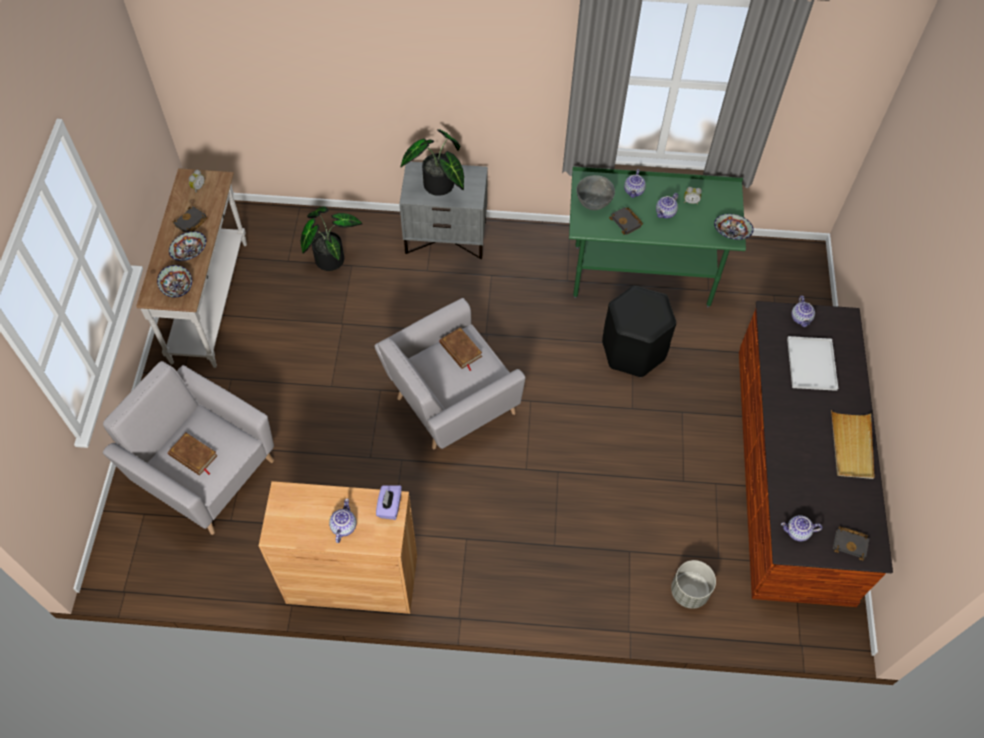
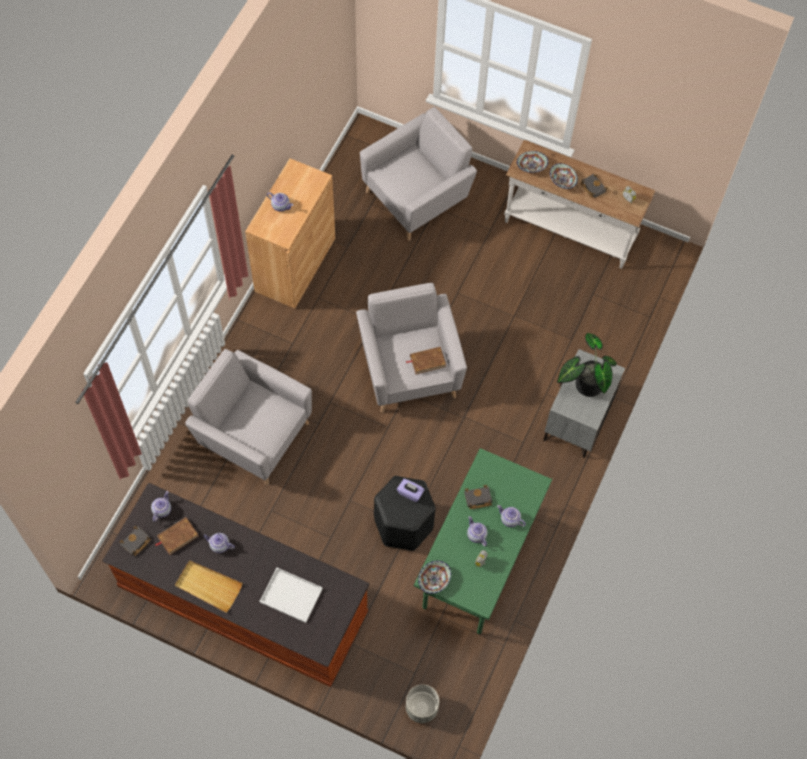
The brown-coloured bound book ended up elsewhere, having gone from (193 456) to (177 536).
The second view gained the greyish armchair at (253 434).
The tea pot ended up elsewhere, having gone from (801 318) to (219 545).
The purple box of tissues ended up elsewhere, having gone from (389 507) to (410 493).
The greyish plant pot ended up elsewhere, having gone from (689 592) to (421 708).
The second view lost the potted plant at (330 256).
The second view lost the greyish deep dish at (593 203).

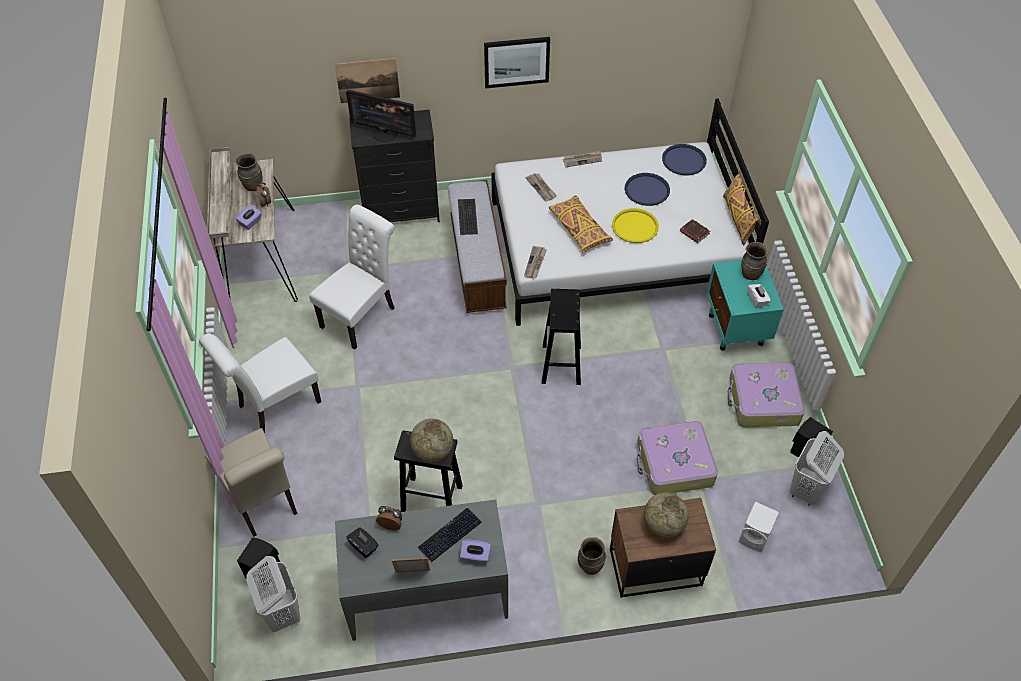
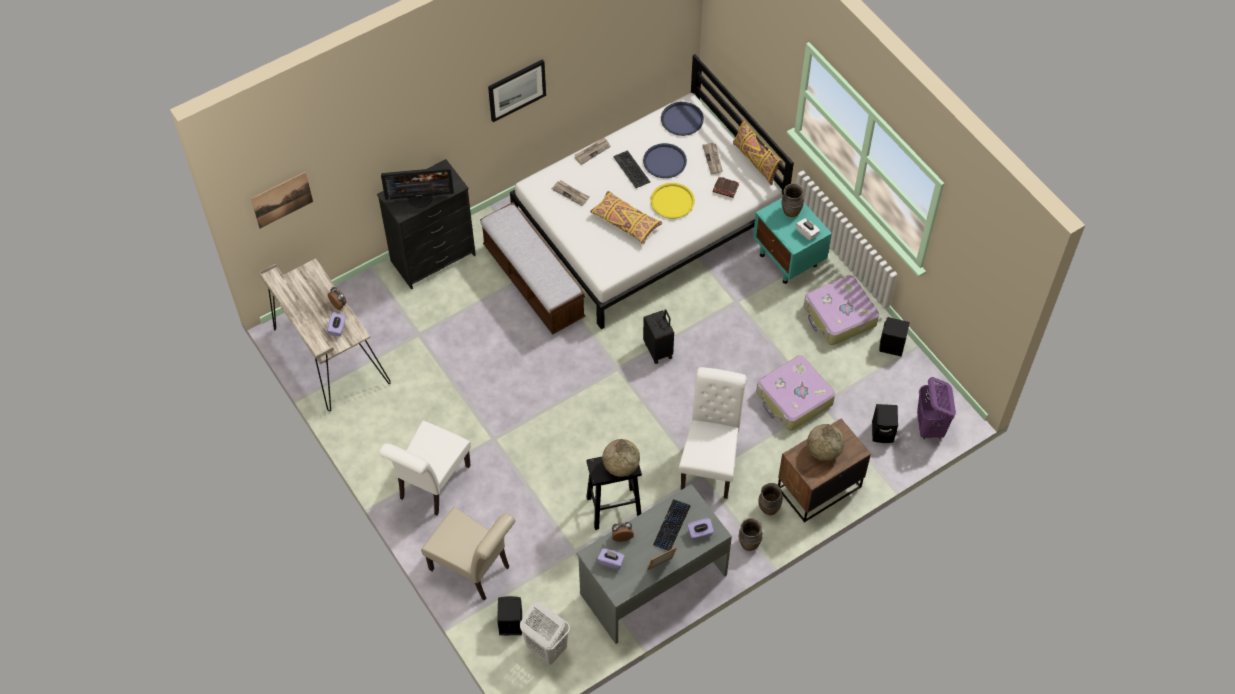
The wall picture ended up elsewhere, having gone from (367 80) to (282 199).
What was the black box of tissues at (364 546) turned into the purple box of tissues at (611 562).
The keyboard ended up elsewhere, having gone from (468 217) to (632 169).
Where the black stool seat stood at (561 365), the black suitcase came to stand at (659 350).
The white-coloured plain chair ended up elsewhere, having gone from (361 315) to (710 462).
The daily paper ended up elsewhere, having gone from (535 263) to (713 159).
The brown-coloured flower vase ended up elsewhere, having gone from (253 186) to (749 543).
What was the white-coloured audio speaker at (755 537) turned into the black audio speaker at (883 432).
The second view gained the purple hamper at (930 427).
The second view lost the white-coloured hamper at (806 489).

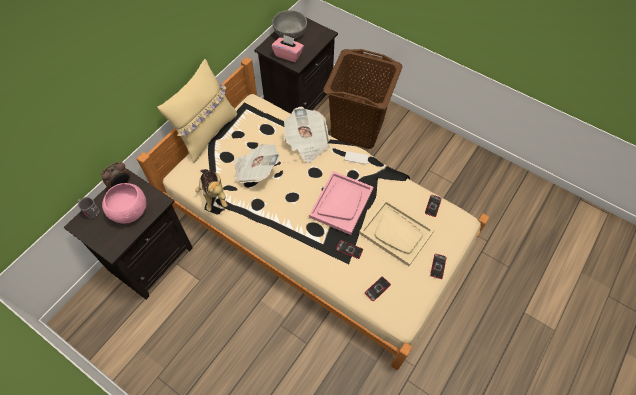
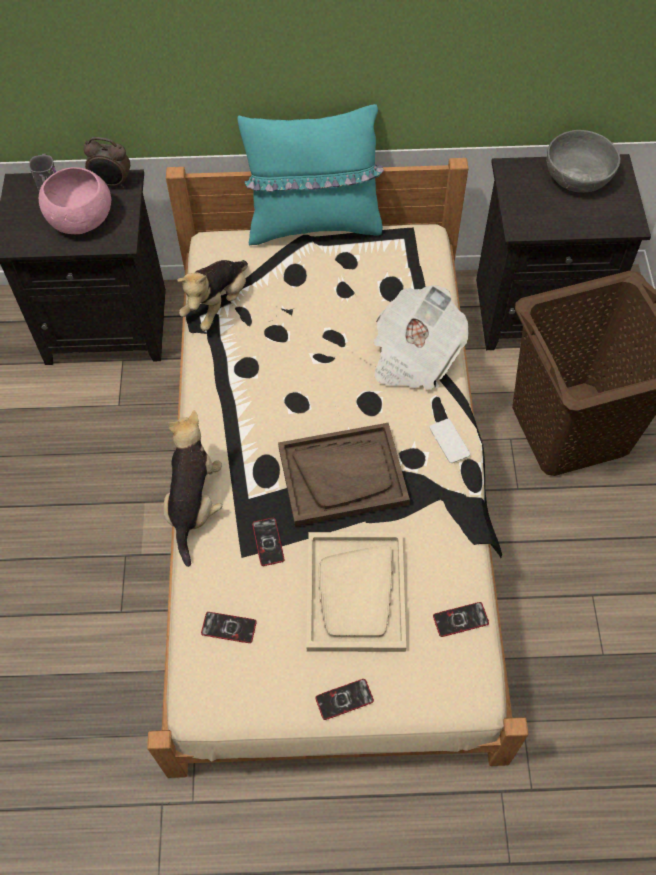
The second view gained the soft toy at (194 504).
What was the beige-coloured throw pillow at (207 133) turned into the turquoise throw pillow at (314 224).
What was the pink-coloured serving tray at (341 203) turned into the brown-coloured serving tray at (343 475).
The second view lost the daily paper at (256 170).
The second view lost the pink-coloured box of tissues at (288 55).

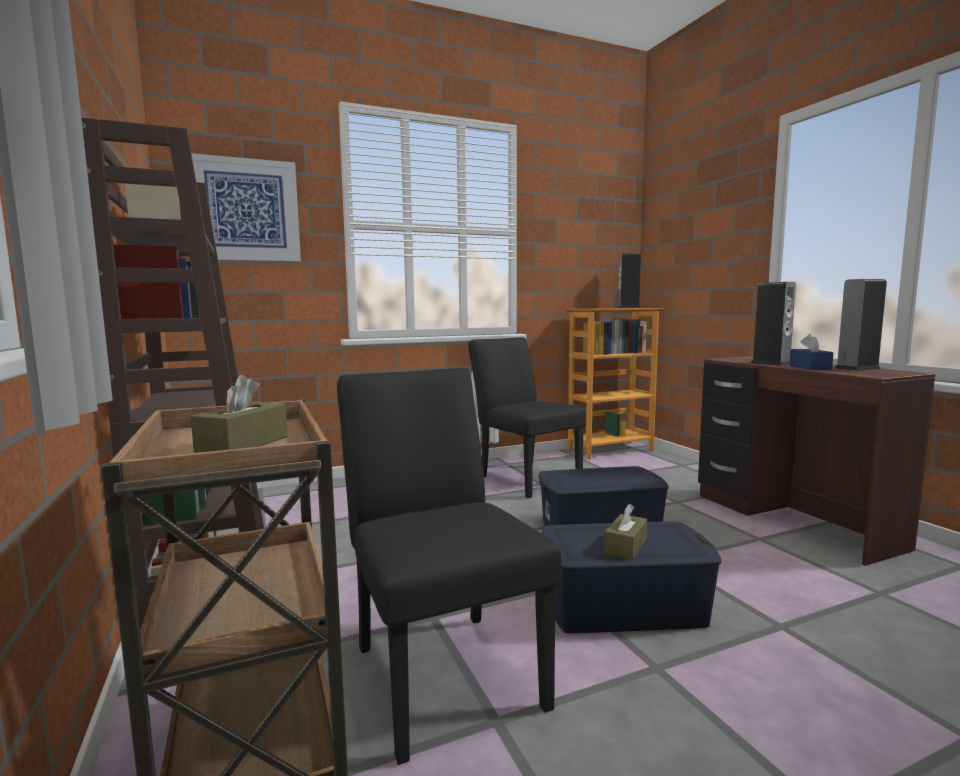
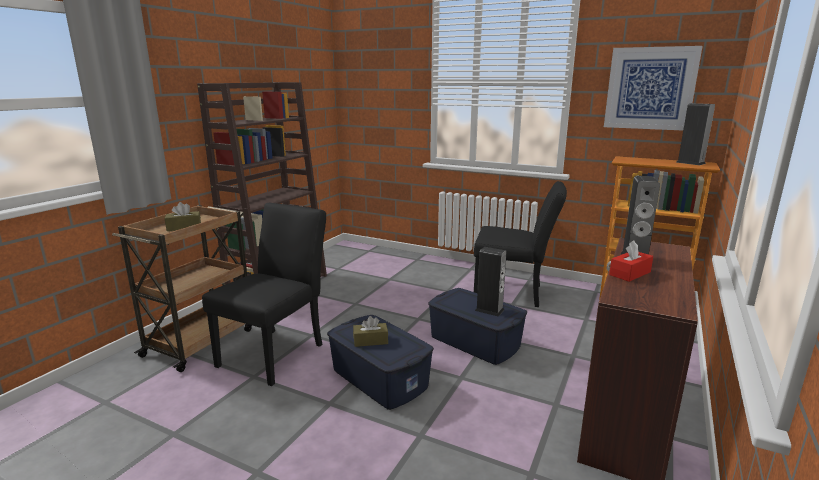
The black plain chair at (524 478) ended up facing another way, 90 degrees clockwise from before.
The audio speaker ended up elsewhere, having gone from (857 368) to (489 310).
The wall picture ended up elsewhere, having gone from (246 210) to (650 88).
What was the blue box of tissues at (809 367) turned into the red-coloured box of tissues at (630 273).

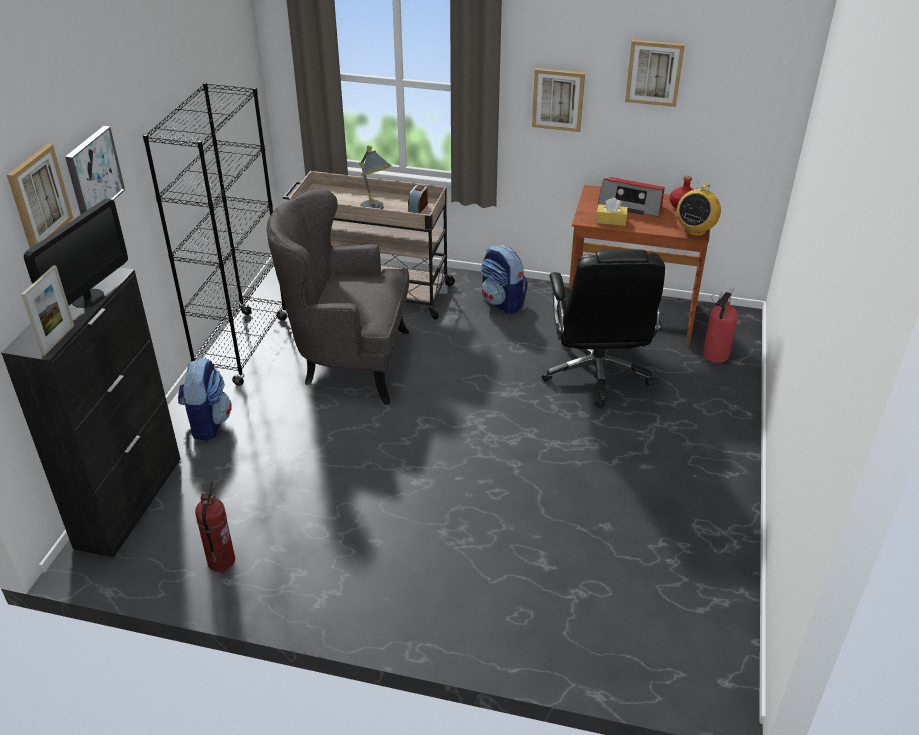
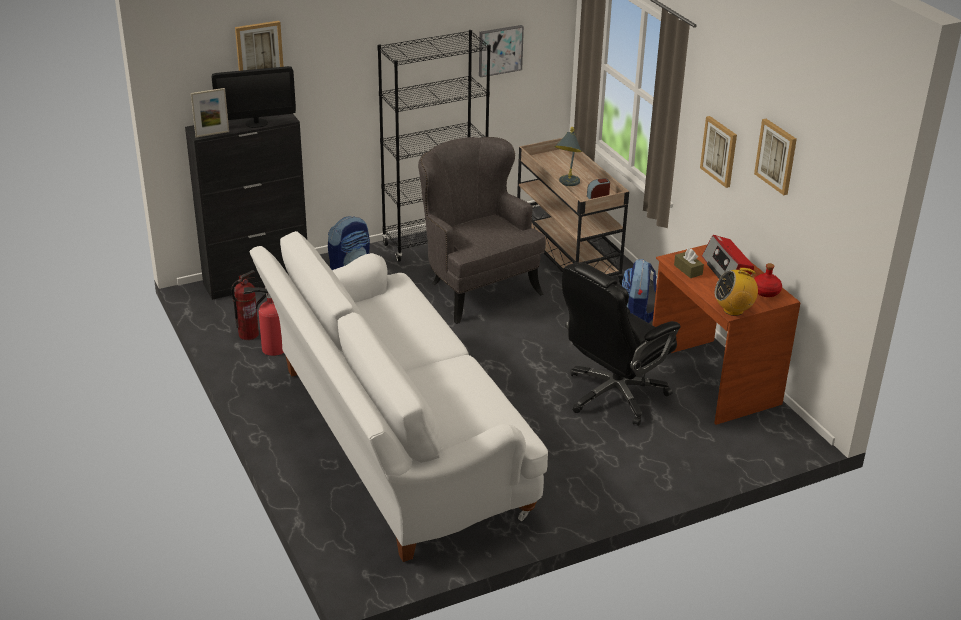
The extinguisher ended up elsewhere, having gone from (714 356) to (271 349).
The second view gained the white-coloured couch at (393 443).
The wall picture ended up elsewhere, having gone from (93 173) to (500 50).
What was the yellow-coloured box of tissues at (611 220) turned into the brown-coloured box of tissues at (688 270).

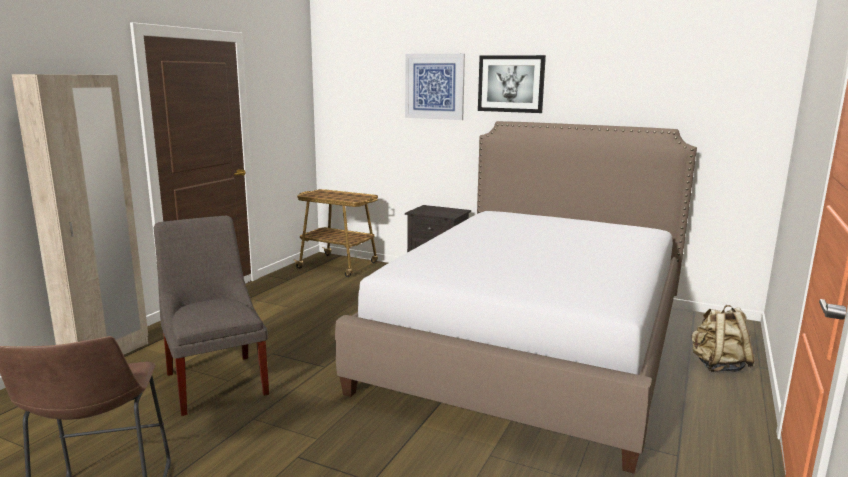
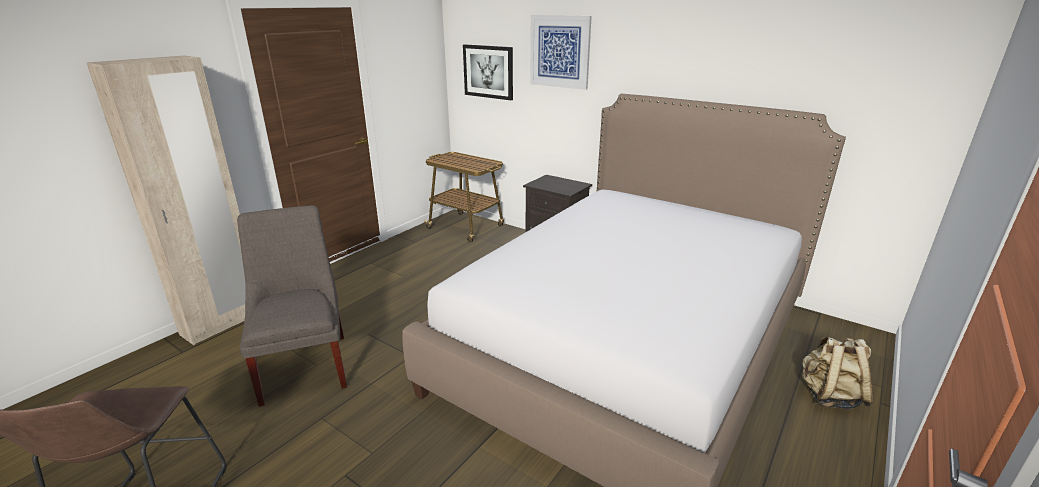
The wall picture ended up elsewhere, having gone from (511 84) to (488 71).

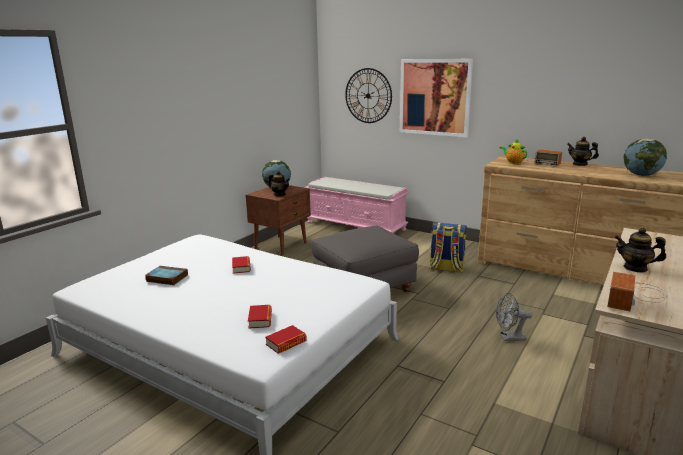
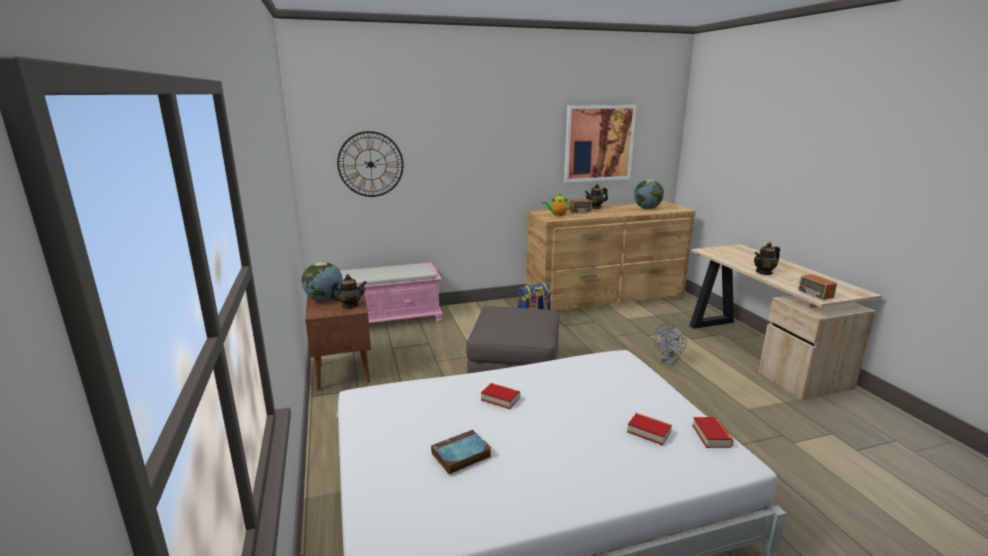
The wall picture ended up elsewhere, having gone from (434 97) to (599 143).

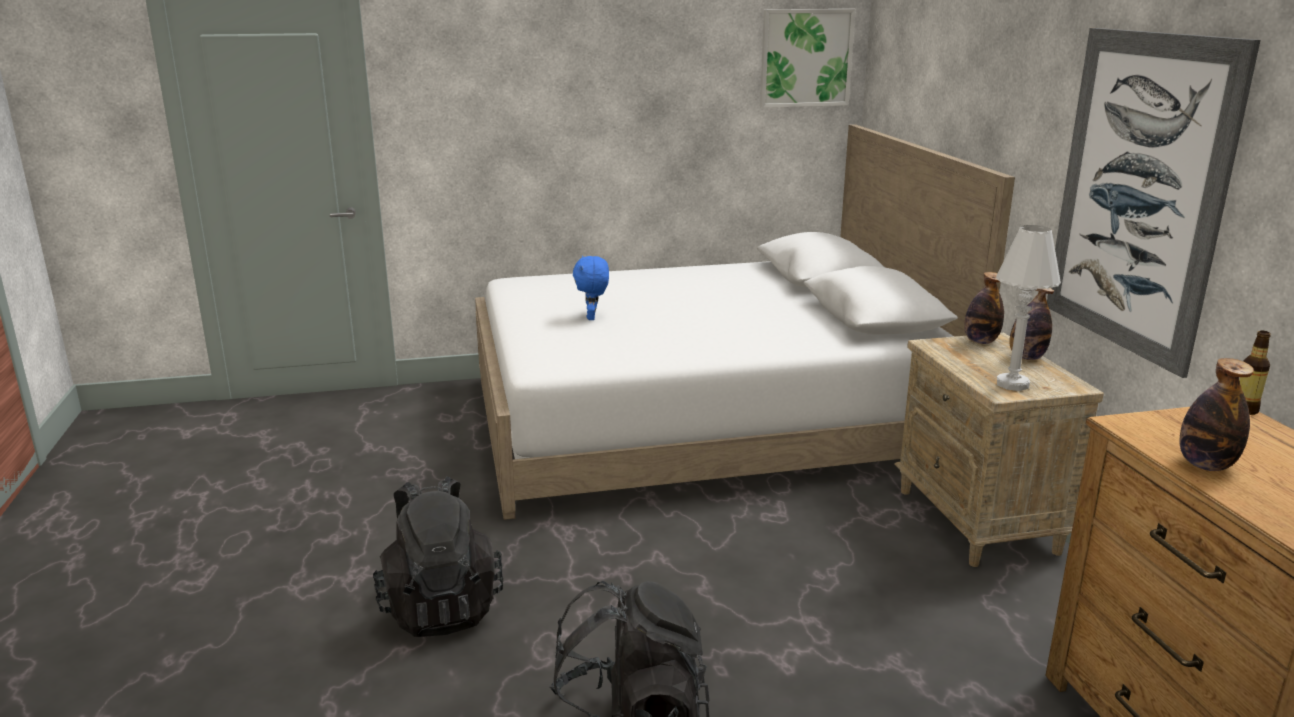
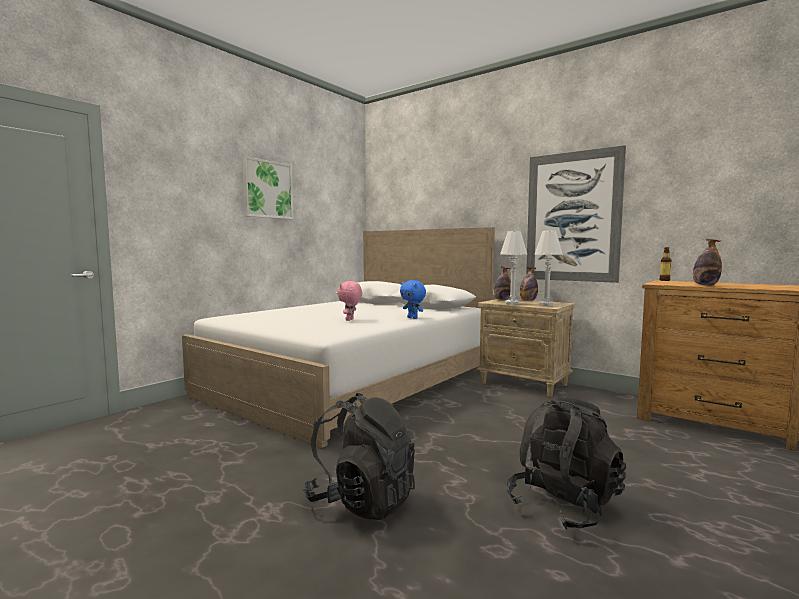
The wall picture ended up elsewhere, having gone from (806 58) to (268 189).
The second view gained the pink-coloured soft toy at (350 320).
The blue soft toy ended up elsewhere, having gone from (592 317) to (413 318).
The second view gained the white-coloured tabletop lamp at (512 303).

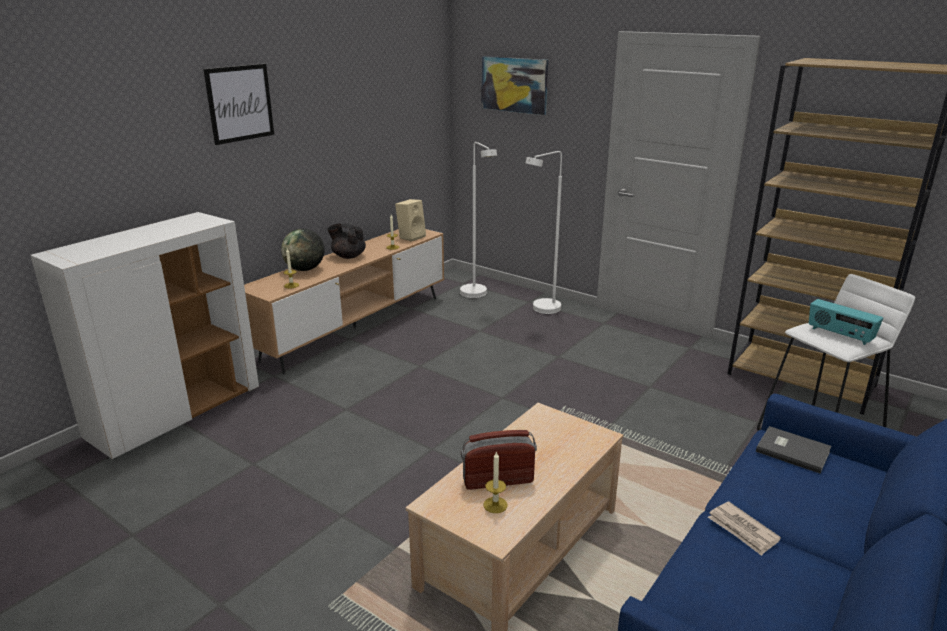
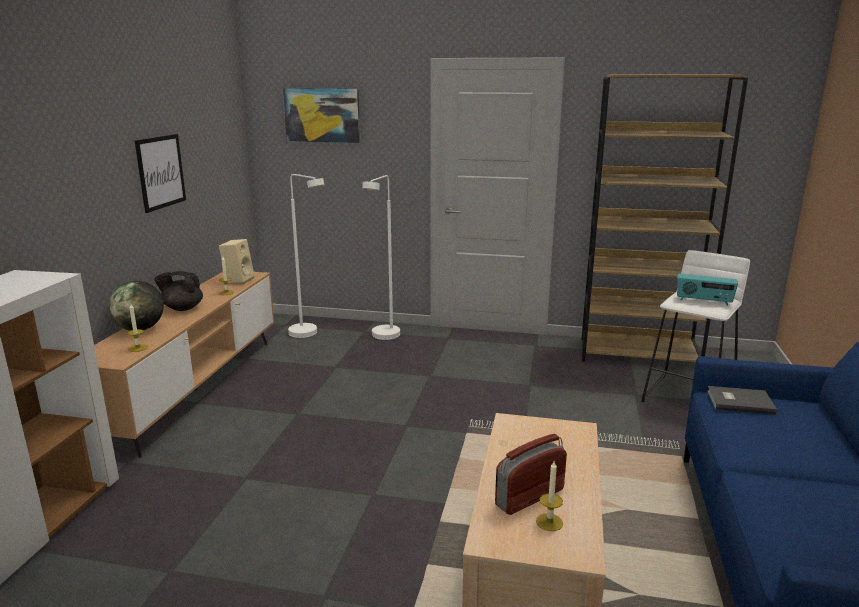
The wall picture ended up elsewhere, having gone from (240 103) to (161 172).
The second view lost the daily paper at (742 530).

